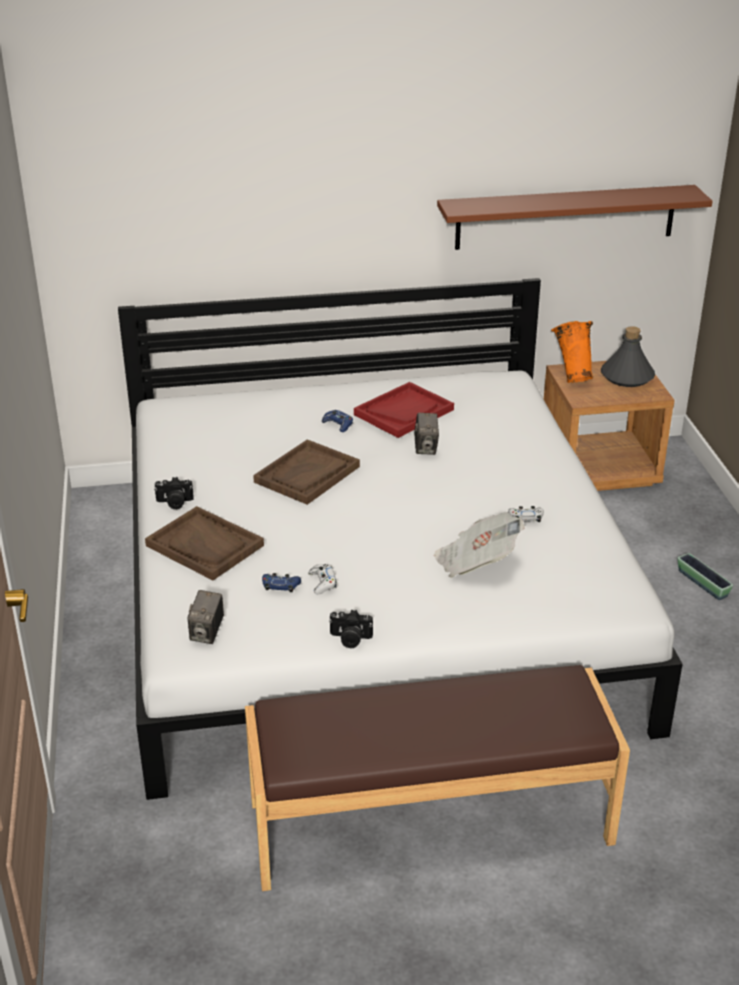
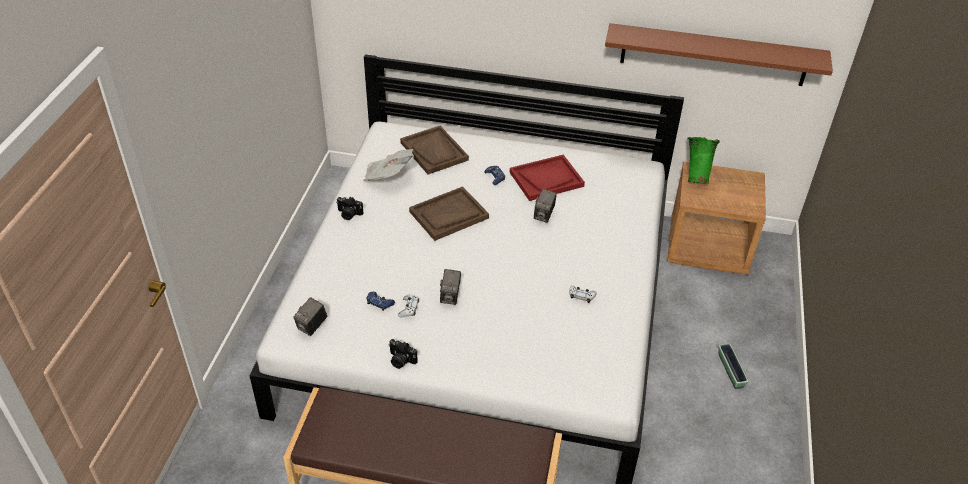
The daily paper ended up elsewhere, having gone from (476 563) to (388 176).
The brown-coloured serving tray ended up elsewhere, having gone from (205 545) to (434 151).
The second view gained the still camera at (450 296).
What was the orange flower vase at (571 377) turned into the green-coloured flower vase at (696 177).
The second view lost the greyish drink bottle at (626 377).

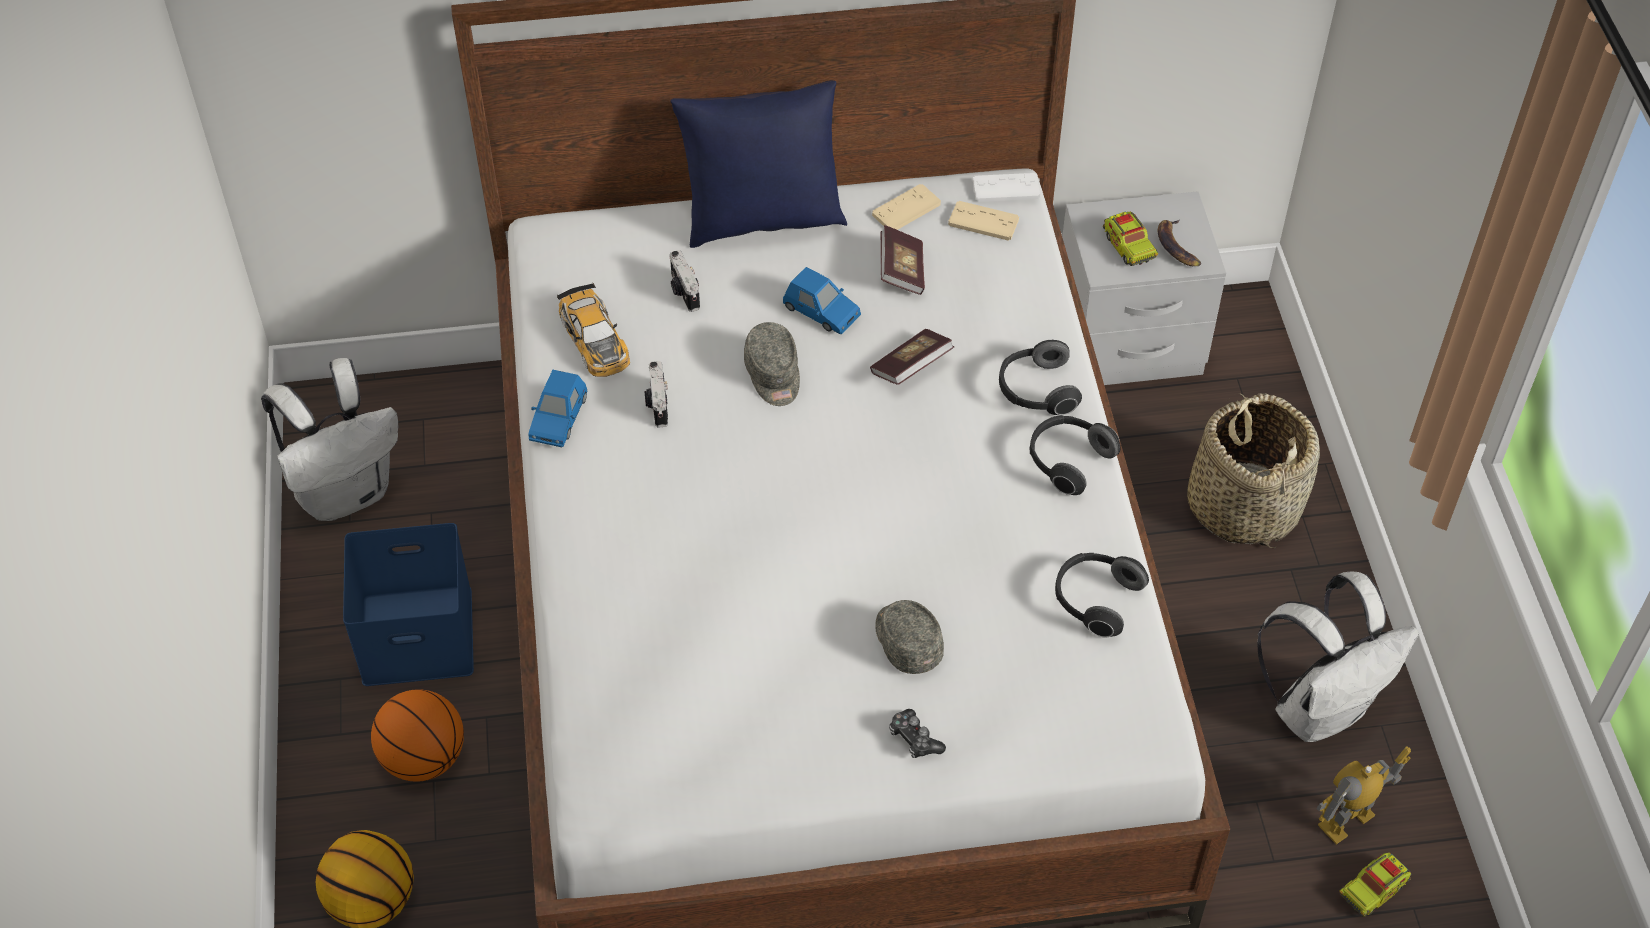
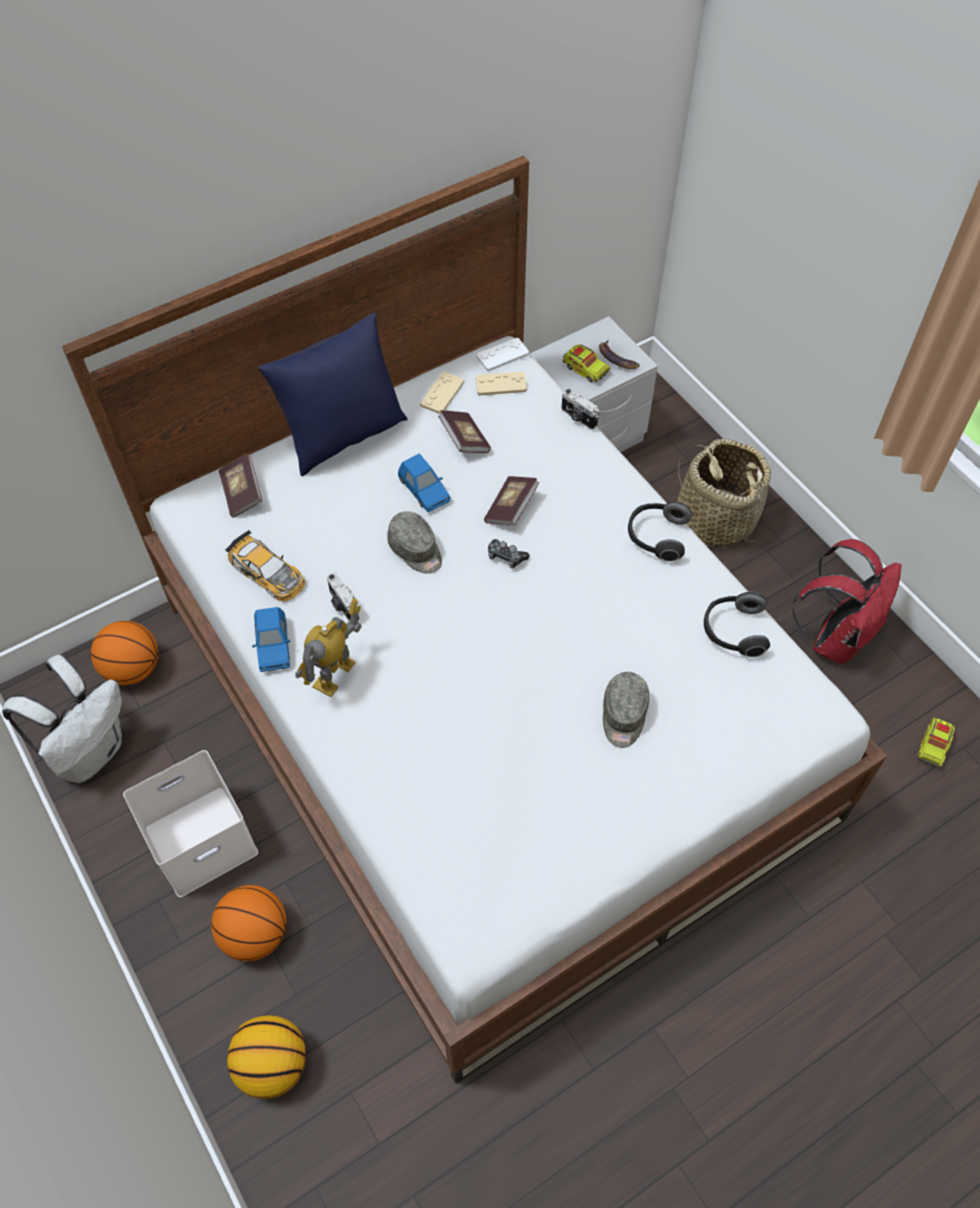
The second view gained the ball for basketball at (132 668).
What was the blue storage container at (420 633) turned into the white-coloured storage container at (202 838).
The second view gained the bound book at (242 493).
The robot figure ended up elsewhere, having gone from (1347 822) to (335 675).
The blue model car at (821 311) ended up facing another way, 45 degrees clockwise from before.
The game controller ended up elsewhere, having gone from (914 739) to (506 557).
The still camera ended up elsewhere, having gone from (683 292) to (578 418).
The greyish baseball cap at (906 641) ended up facing another way, 120 degrees counterclockwise from before.
What was the white-coloured rucksack at (1320 708) turned into the red-coloured rucksack at (835 637).
The second view lost the headset at (1036 391).

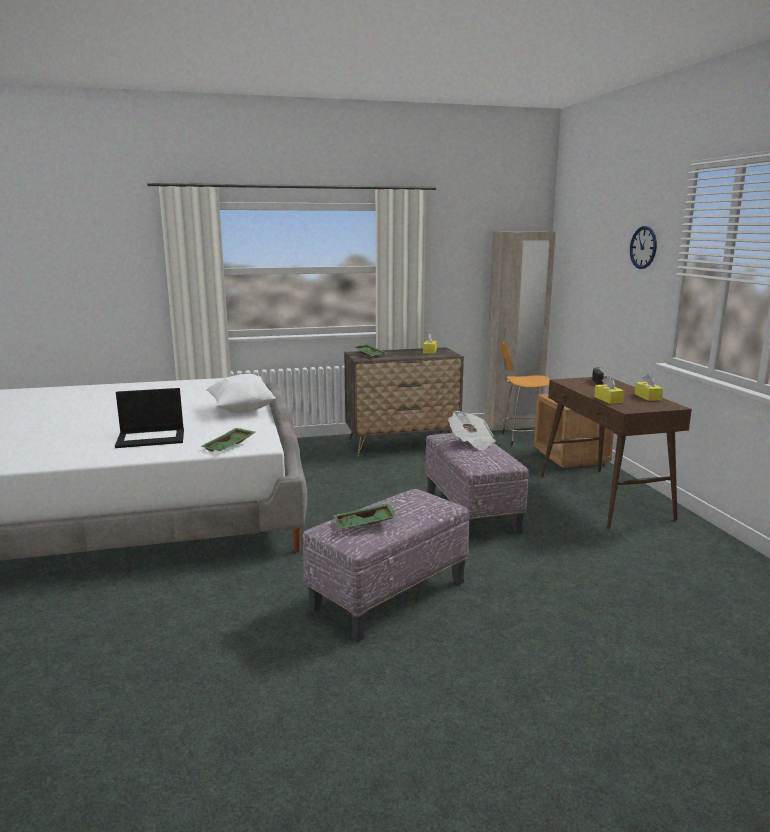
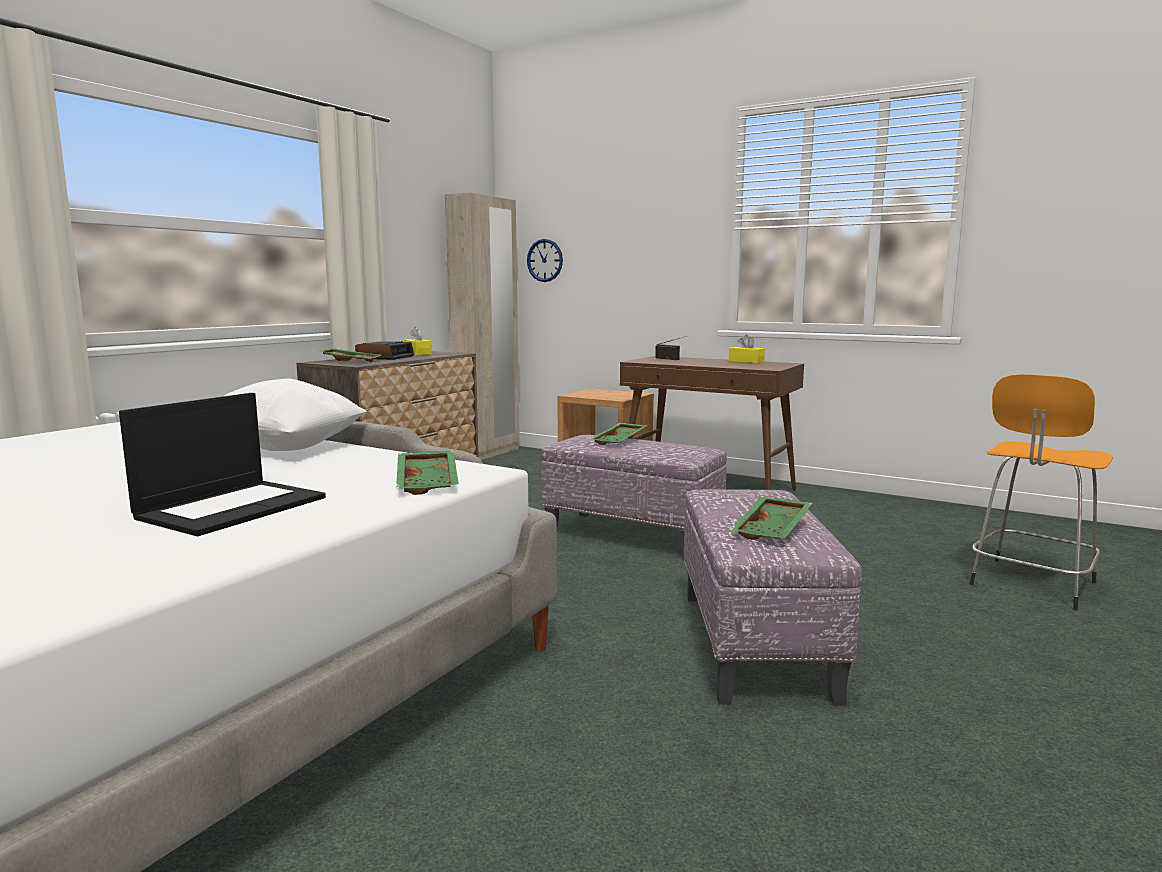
The second view gained the bedside clock at (385 357).
The wall clock ended up elsewhere, having gone from (643 247) to (545 260).
Where the daily paper stood at (471 443), the green-coloured serving tray came to stand at (620 441).
The orange stool seat ended up elsewhere, having gone from (524 439) to (1031 585).
The second view lost the yellow-coloured box of tissues at (608 399).

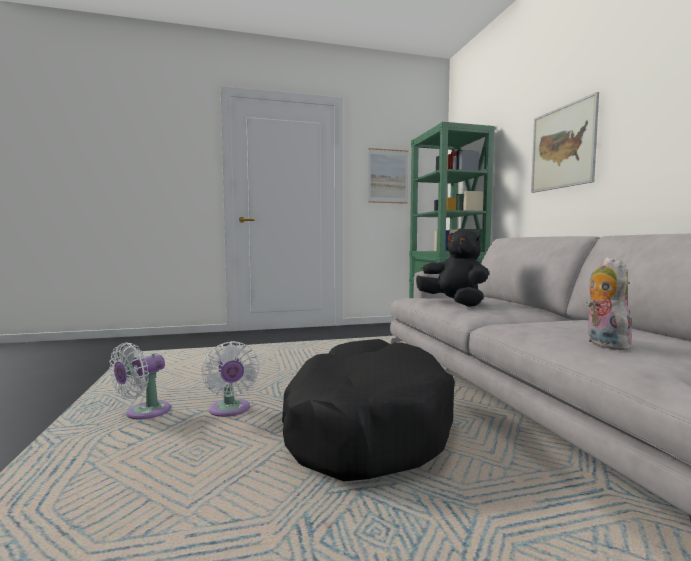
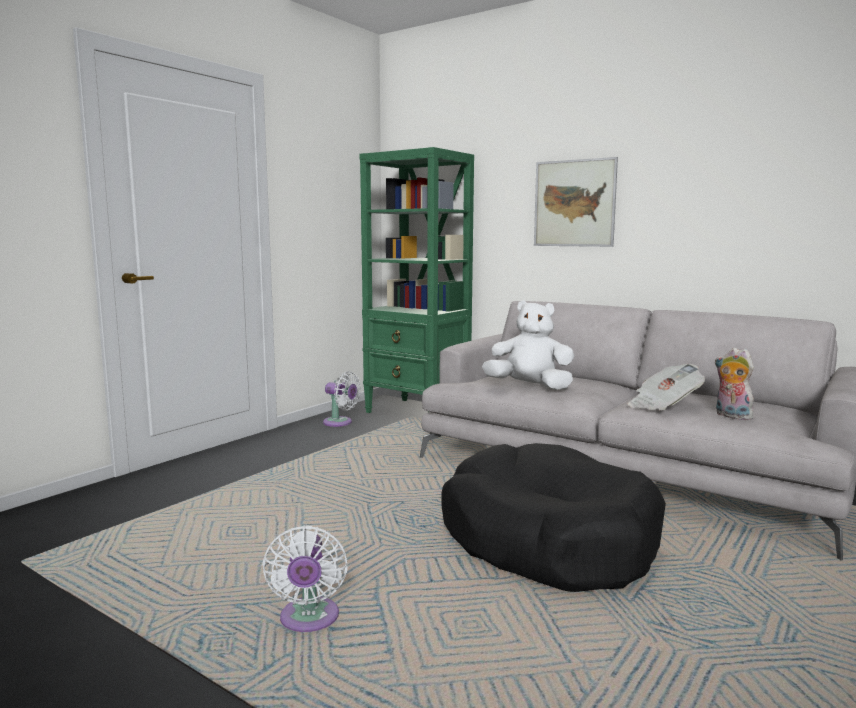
The white-coloured cooling fan ended up elsewhere, having gone from (230 411) to (340 423).
What was the black soft toy at (454 303) turned into the white-coloured soft toy at (529 387).
The second view gained the daily paper at (663 406).
The second view lost the wall picture at (388 176).

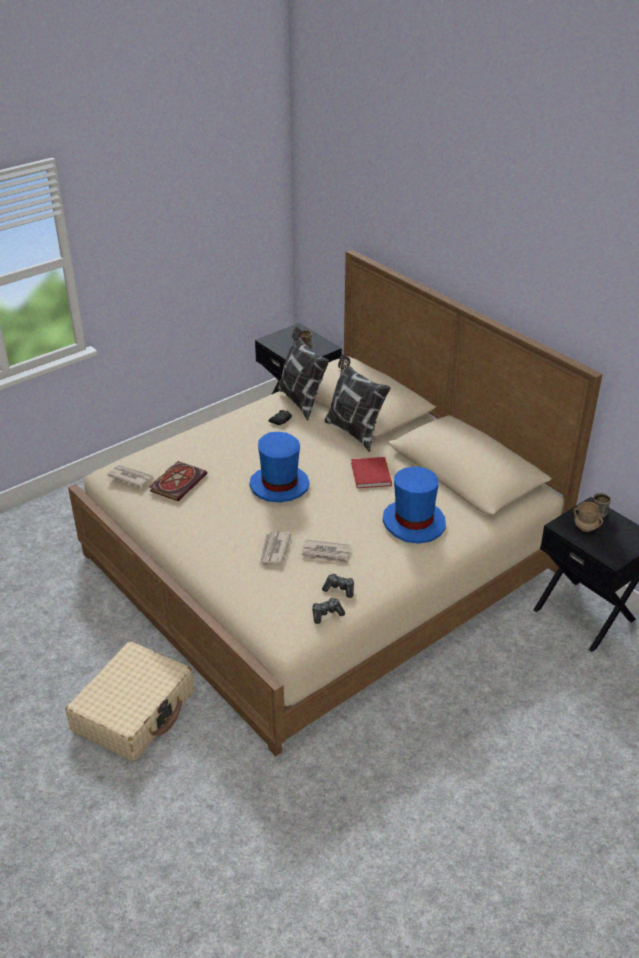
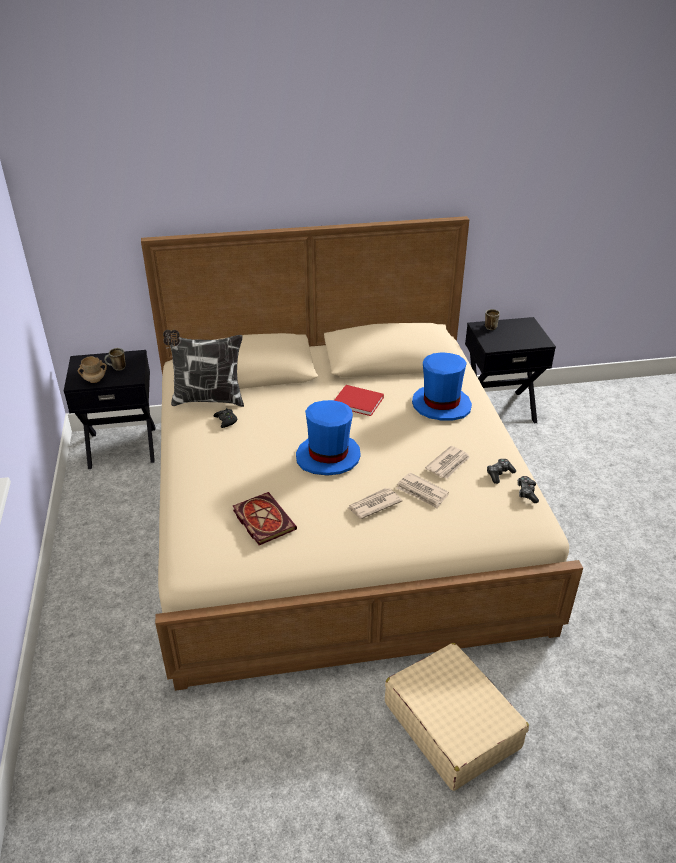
The beige-coloured tea mug ended up elsewhere, having gone from (585 527) to (94 380).
The daily paper ended up elsewhere, having gone from (130 477) to (373 505).
The second view lost the throw pillow at (354 431).

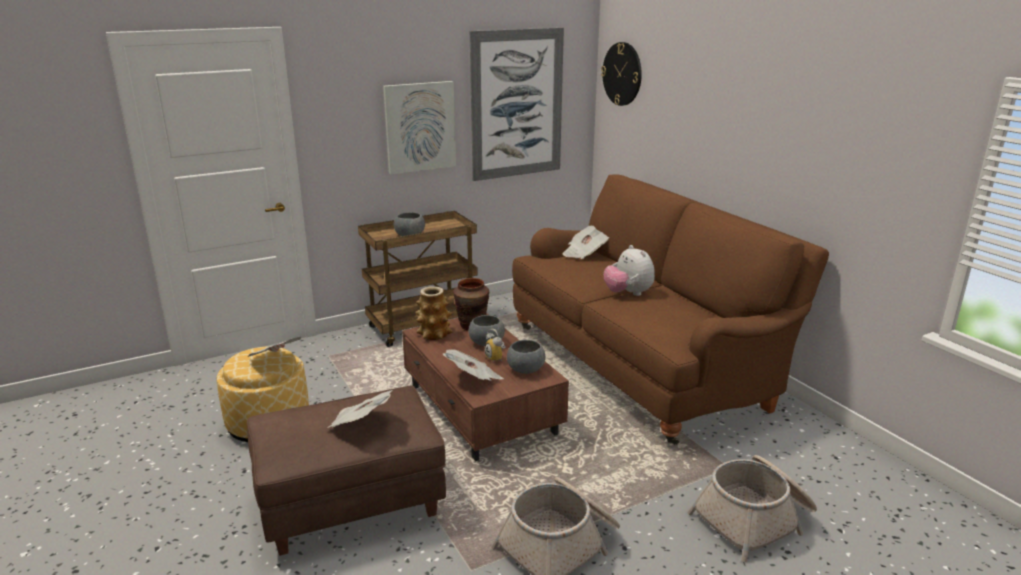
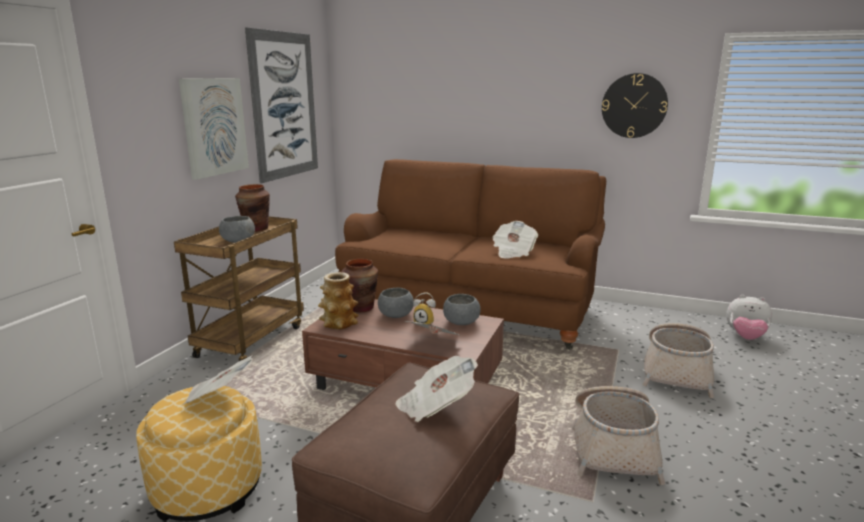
The second view gained the brown-coloured flower vase at (256 229).
The daily paper ended up elsewhere, having gone from (584 253) to (513 252).
The wall clock ended up elsewhere, having gone from (622 74) to (634 106).
The soft toy ended up elsewhere, having gone from (628 294) to (745 337).

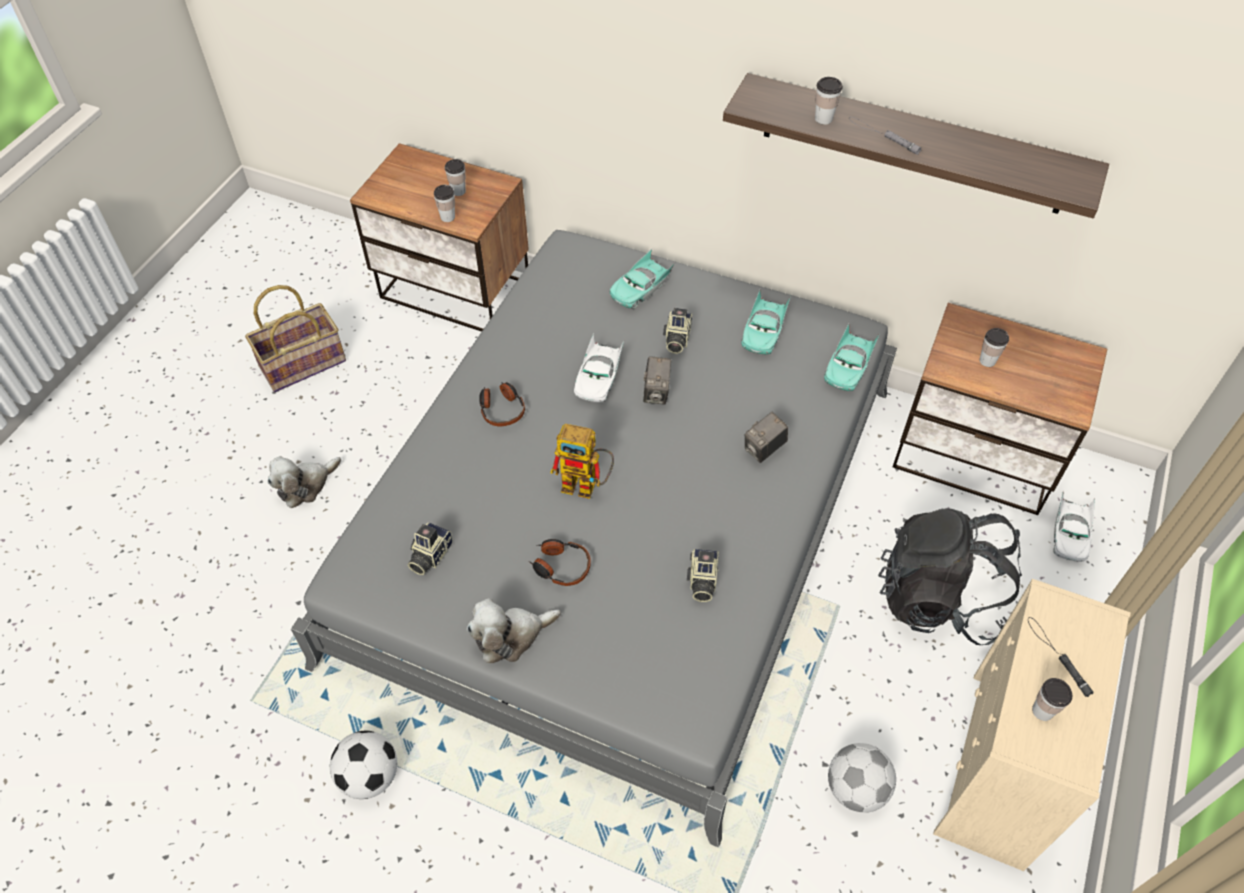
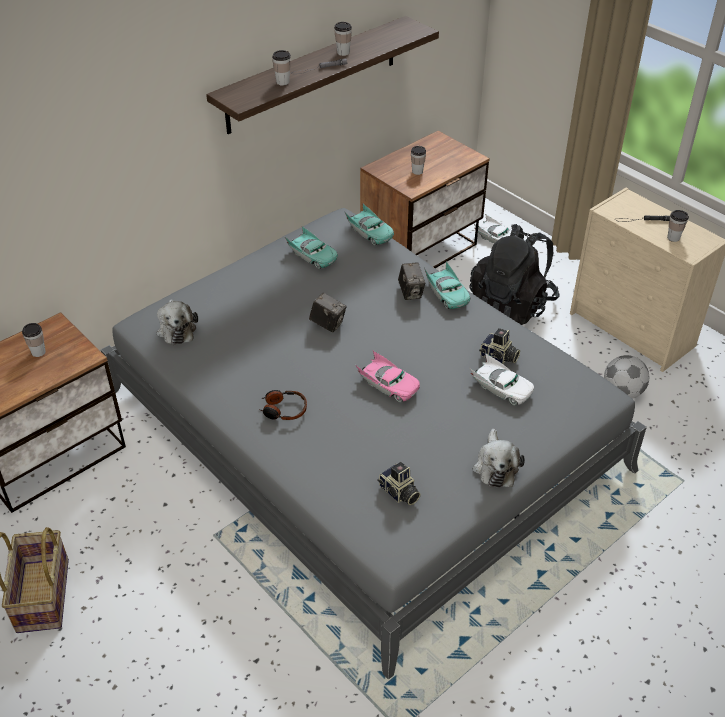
The soft toy ended up elsewhere, having gone from (305 485) to (176 329).
The drinking cup ended up elsewhere, having gone from (447 217) to (343 52).
Where the robot figure stood at (587 485), the pink-coloured model car came to stand at (388 385).
The turquoise model car ended up elsewhere, having gone from (640 288) to (447 293).
The white-coloured model car ended up elsewhere, having gone from (599 377) to (501 388).
The second view lost the football ball at (369 776).
The second view lost the headset at (560 566).
The second view lost the still camera at (676 339).

